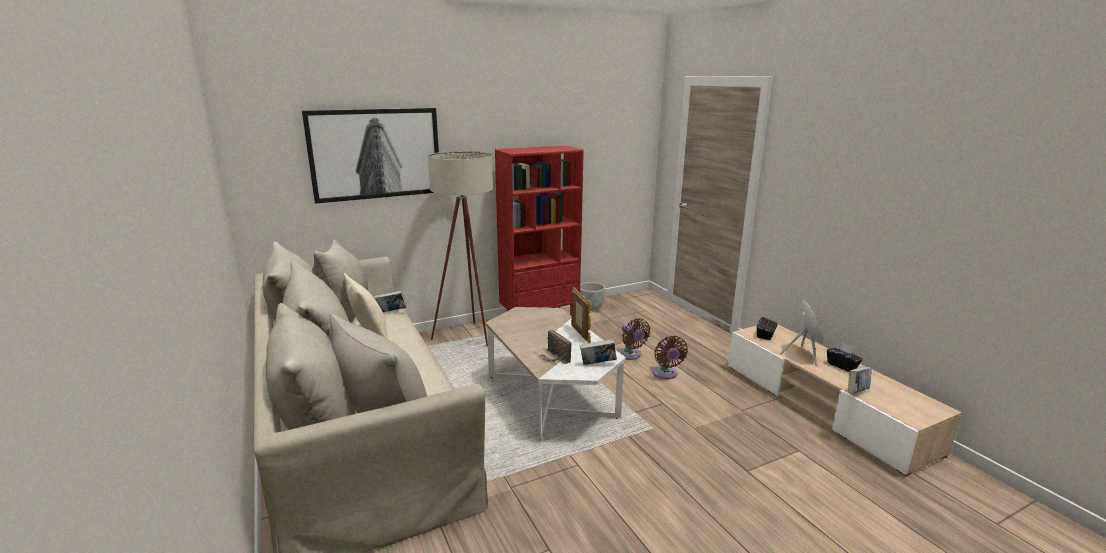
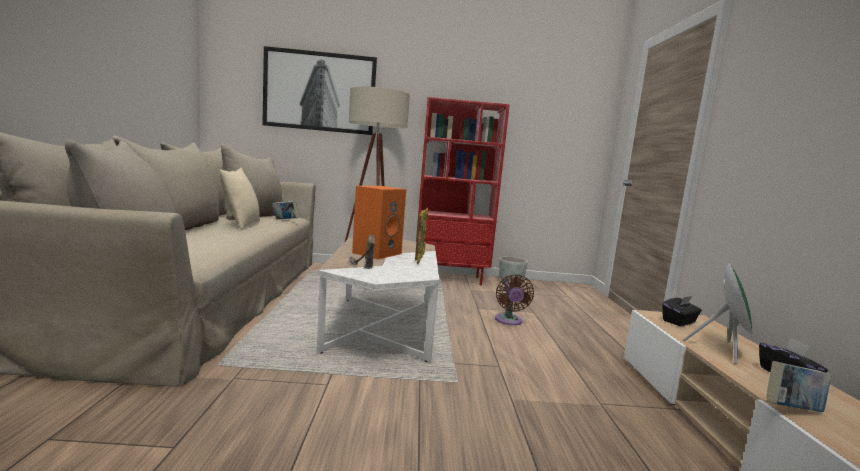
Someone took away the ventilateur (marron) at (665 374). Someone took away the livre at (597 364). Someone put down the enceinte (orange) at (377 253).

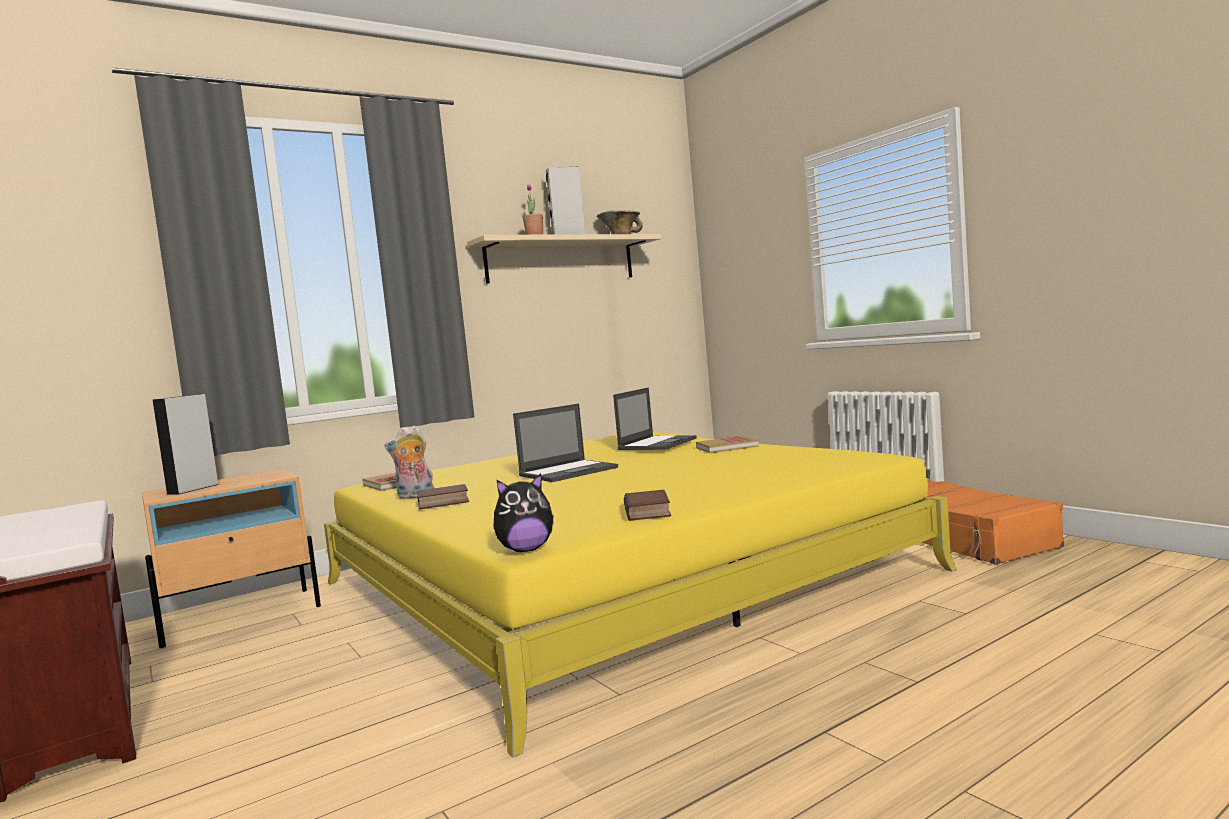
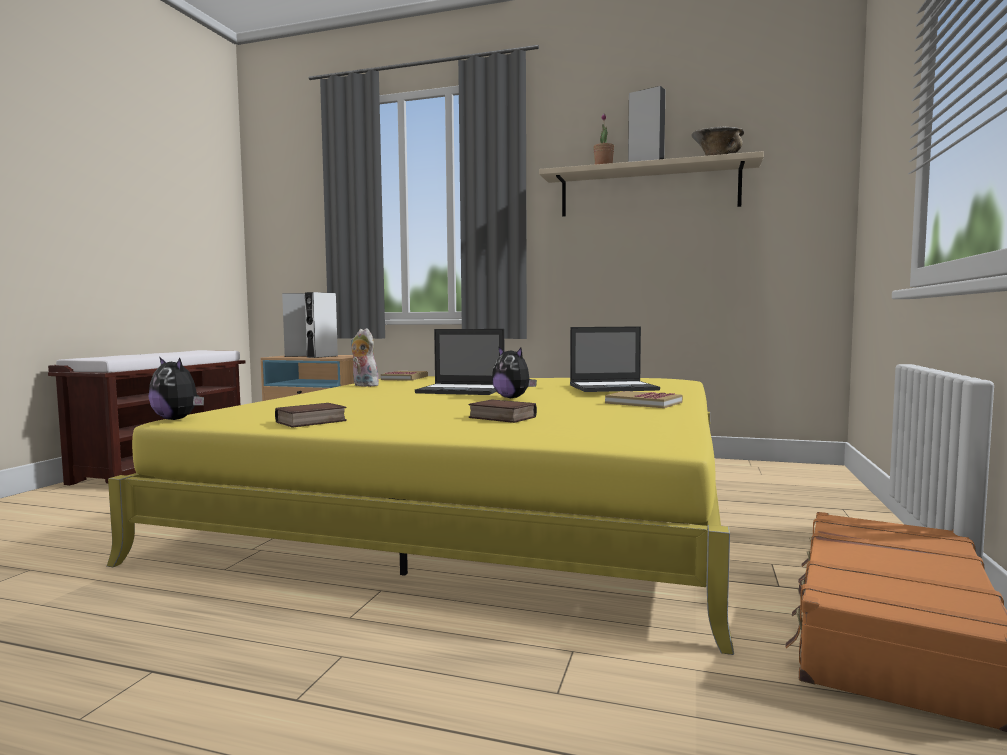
Someone carried the livre from (442 503) to (500 417). Someone put down the enceinte (blanc) at (322 356). Someone put down the peluche at (512 398).

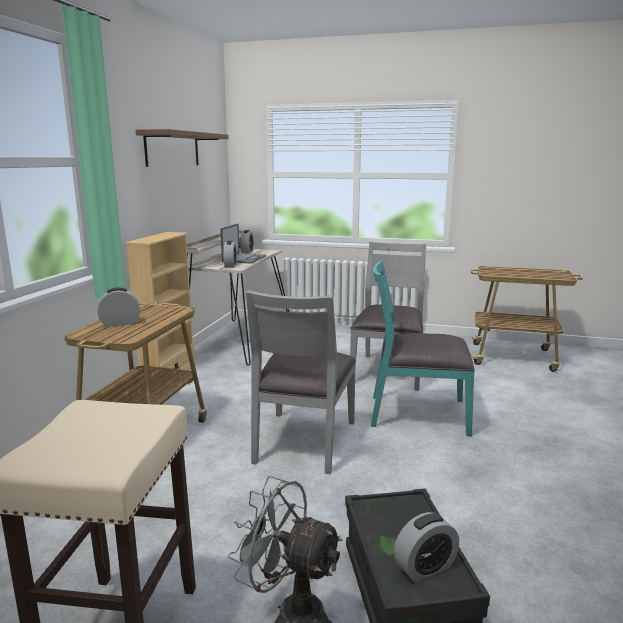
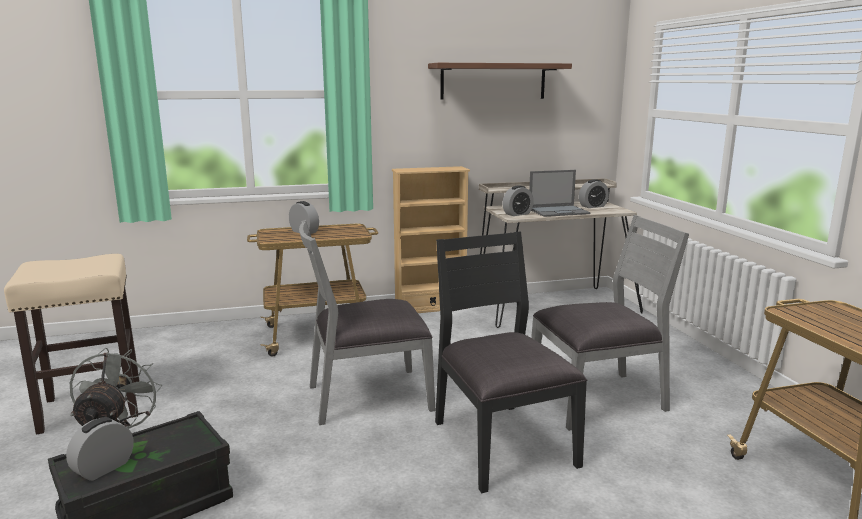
Someone repainted the chaise (turquoise) at (417 413), which became the chaise (noir) at (500 443). Someone rotated the réveil at (425 568) by 90 degrees clockwise.

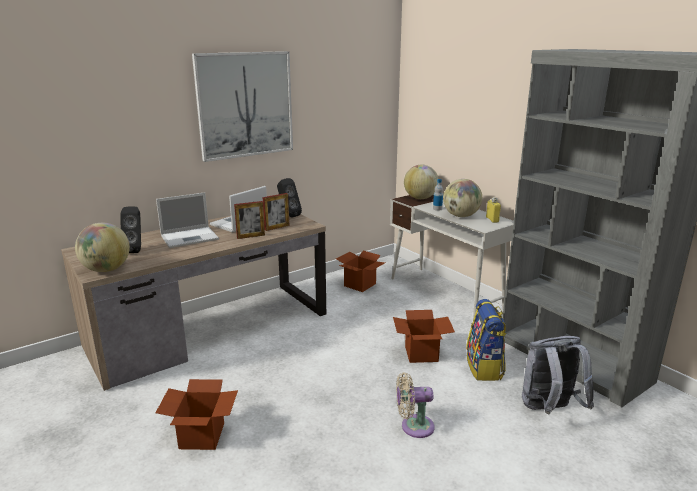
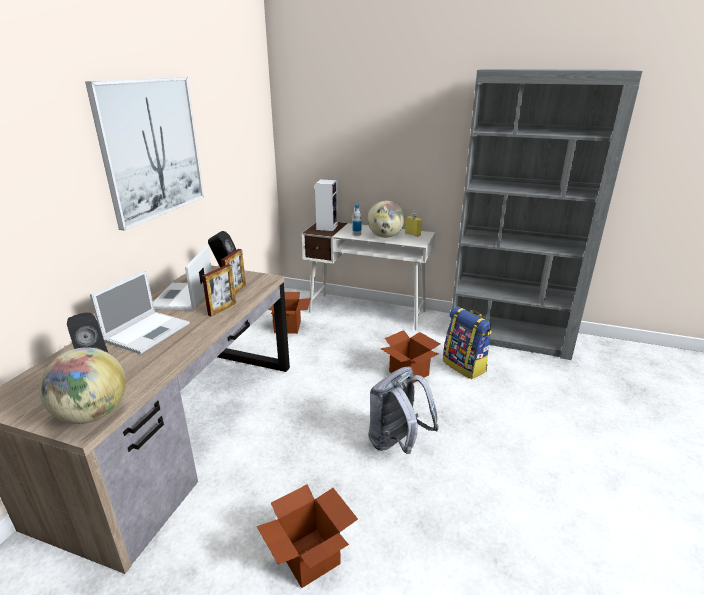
Someone swapped the globe at (420 198) for the enceinte at (327 227). Someone carried the sac à dos (gris) from (549 410) to (397 443). Someone took away the ventilateur (beige) at (413 426).

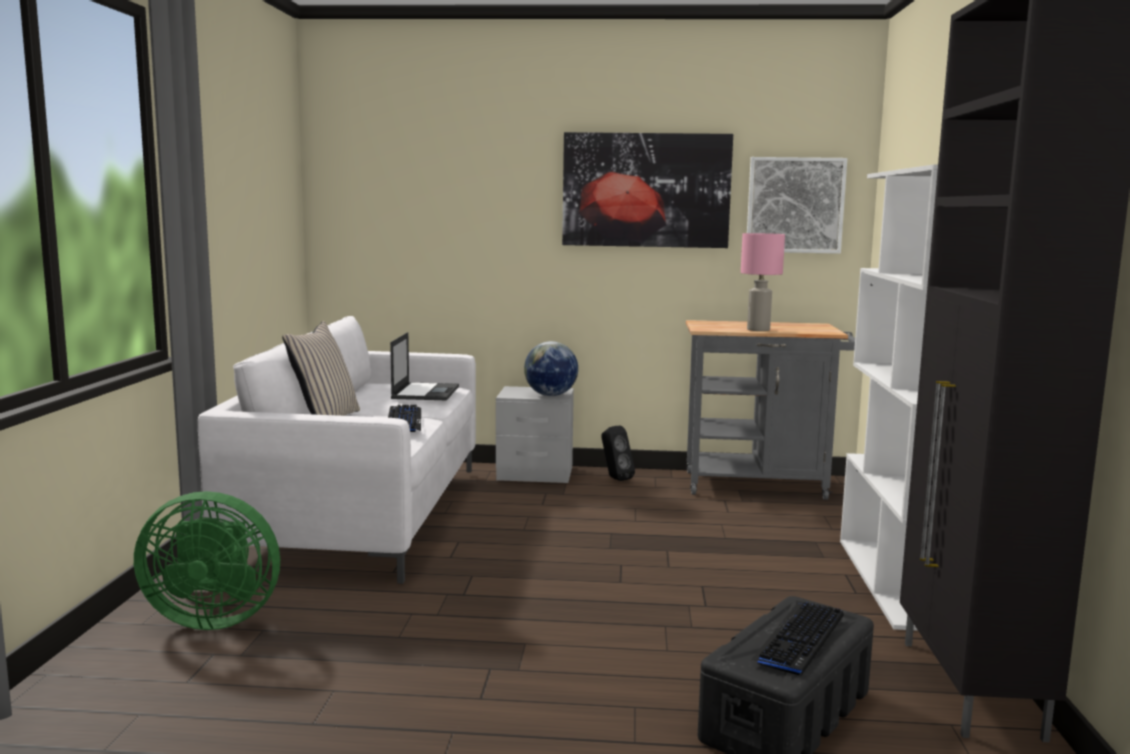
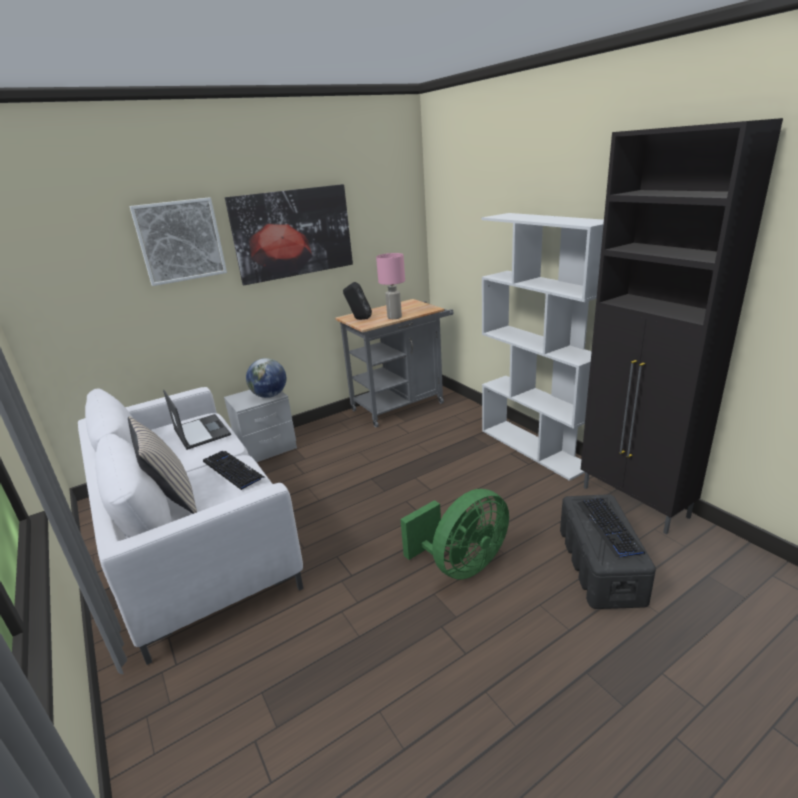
Someone carried the tableau from (795 205) to (180 241). Someone carried the enceinte (noir) from (615 478) to (358 319). Someone carried the ventilateur (vert) from (213 618) to (461 565).

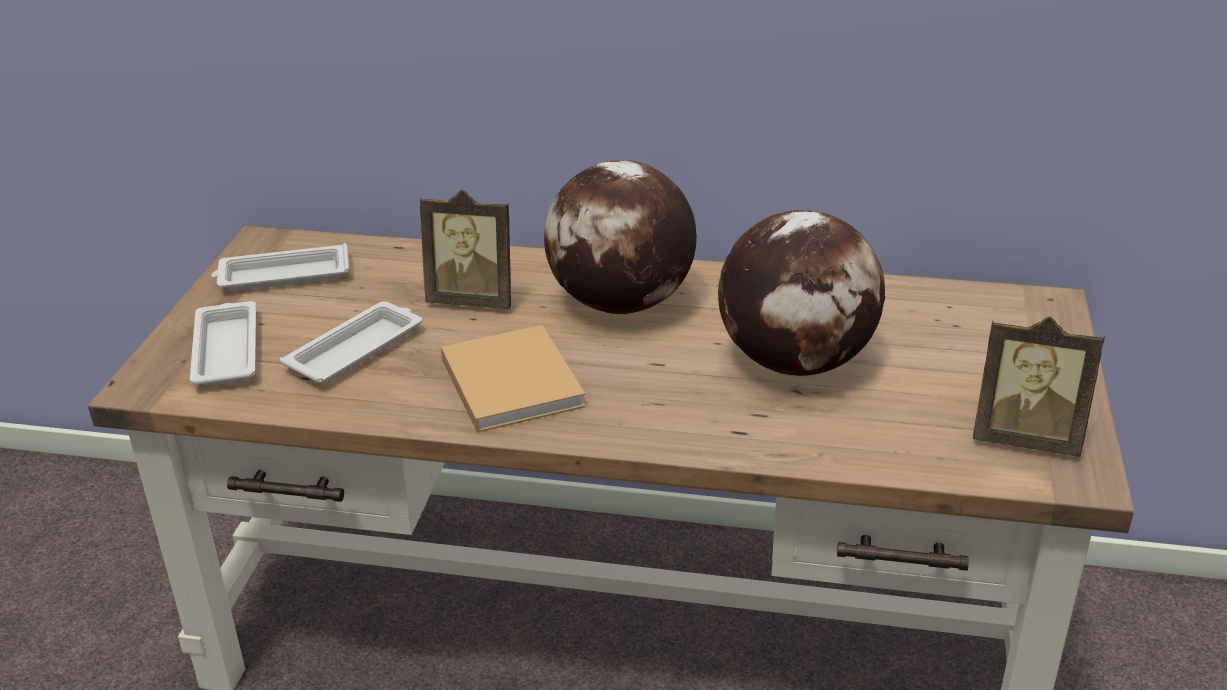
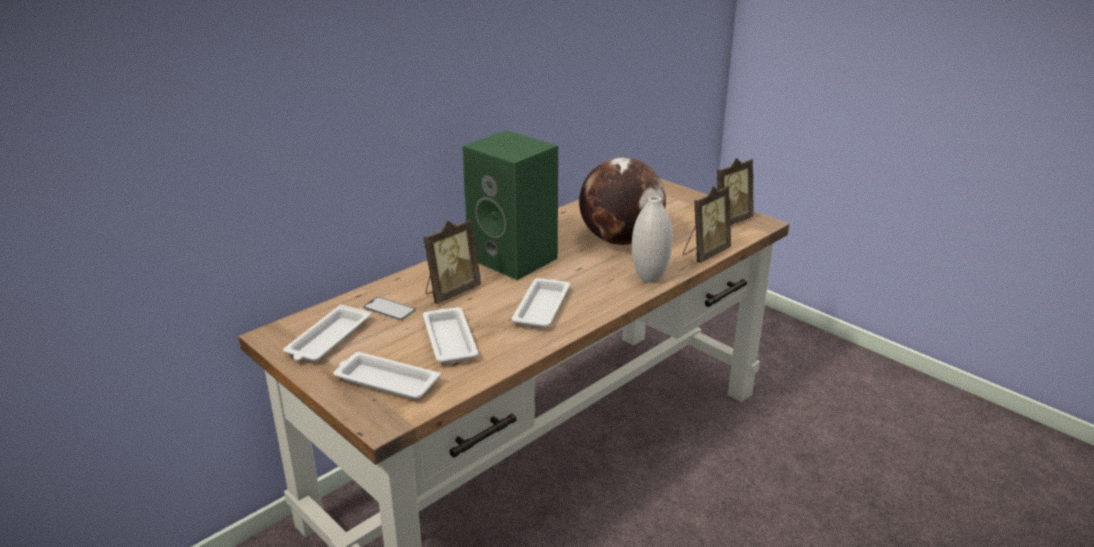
Someone swapped the globe at (621 303) for the enceinte (vert) at (515 258). Someone swapped the livre (beige) at (510 380) for the plateau (blanc) at (542 307). Someone put down the cadre photo at (704 253). Someone put down the vase (blanc) at (649 278). Someone put down the téléphone at (389 309).

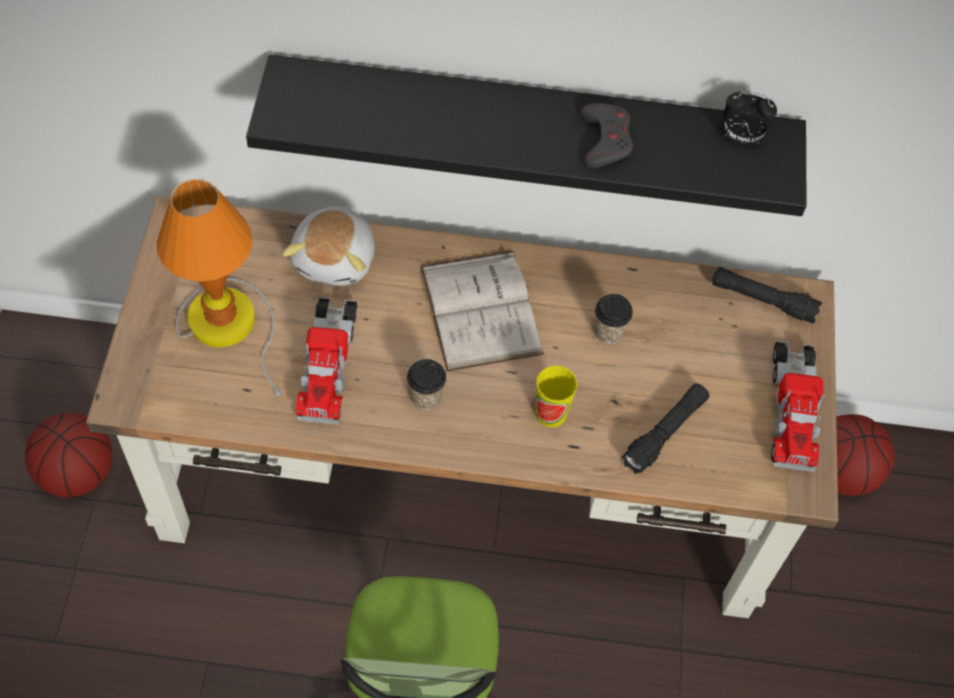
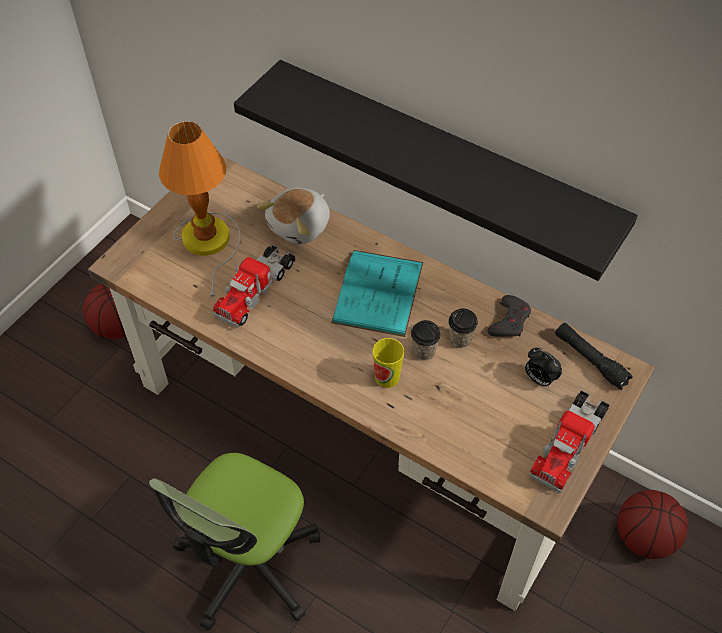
Someone carried the réveil from (741 137) to (539 379). Someone carried the manette (gris) from (605 140) to (509 321). Someone repainted the livre (blanc) at (481 310), which became the livre (turquoise) at (378 292). Someone carried the tasse from (426 397) to (424 351). Someone took away the lampe de poche (noir) at (665 433).

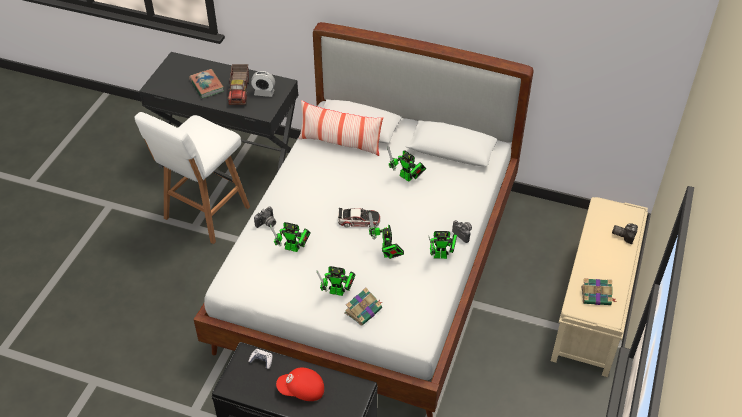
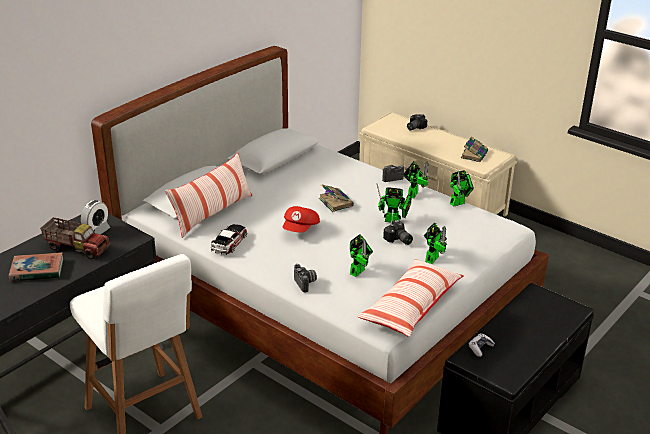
Someone carried the robot jouet from (407 178) to (459 203). Someone carried the petite voiture from (359 220) to (229 242). Someone carried the livre from (363 310) to (335 202). Someone carried the casquette (rouge) from (302 390) to (301 229). Someone put down the appareil photo at (398 240). Someone put down the coussin at (411 306).

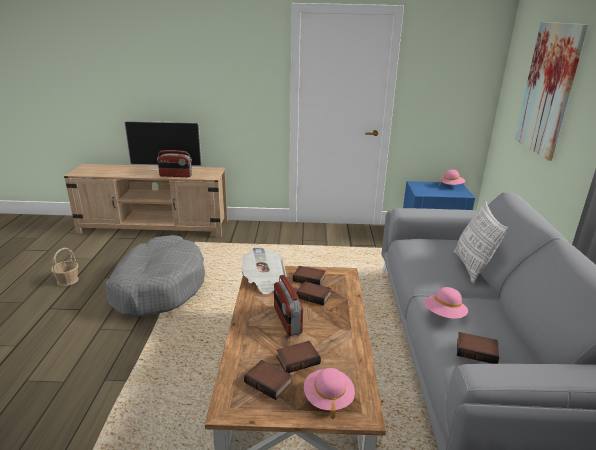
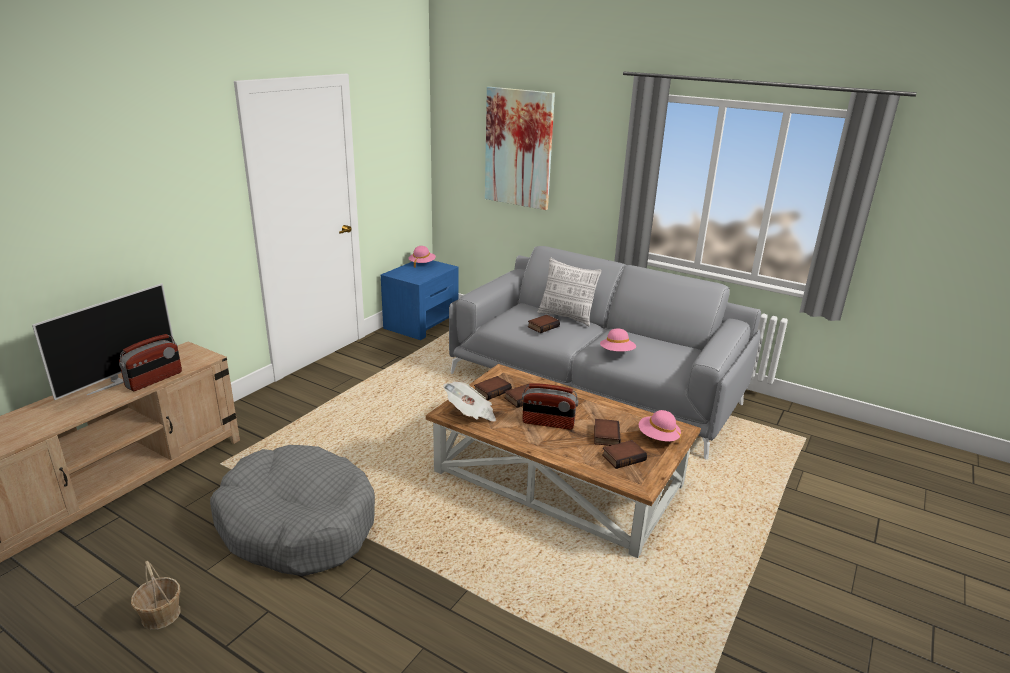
Someone carried the livre from (477 351) to (543 326).

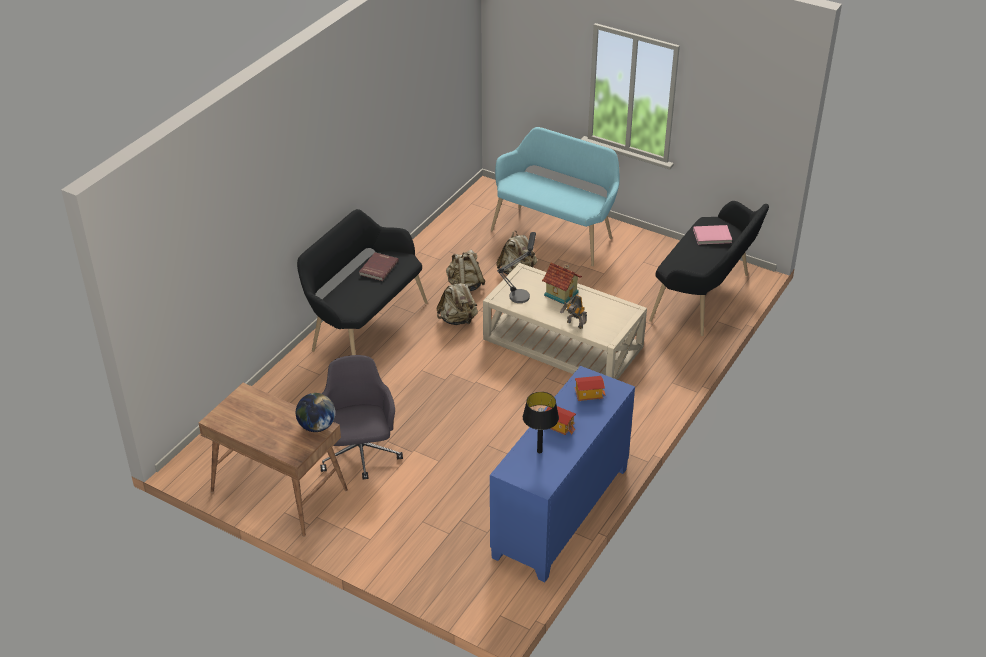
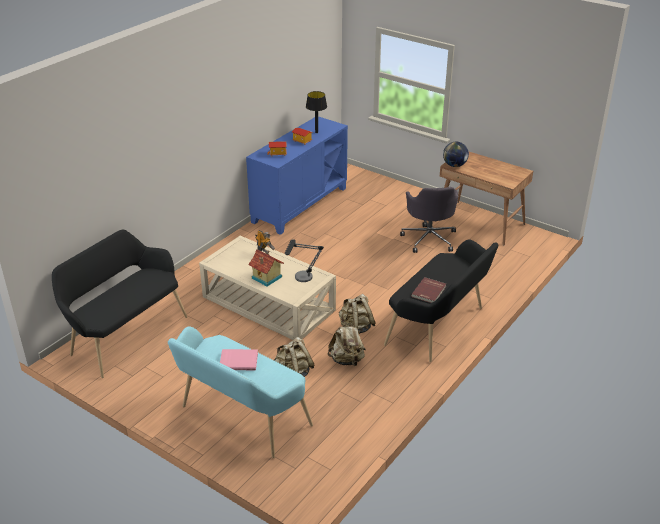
Someone carried the livre (rose) from (712 236) to (239 361).

